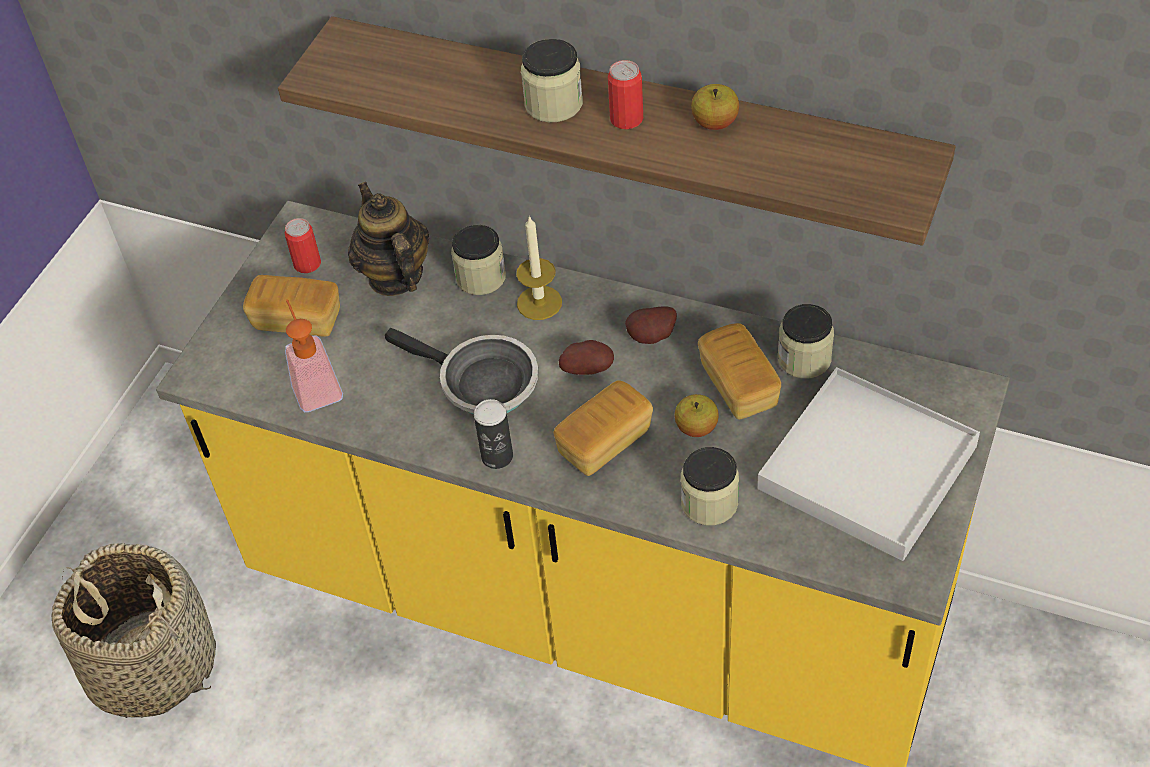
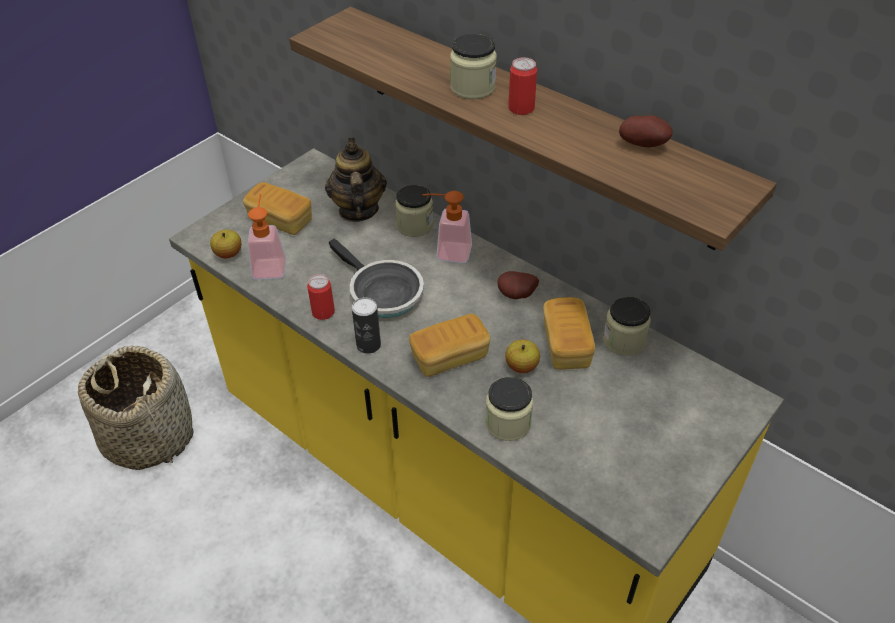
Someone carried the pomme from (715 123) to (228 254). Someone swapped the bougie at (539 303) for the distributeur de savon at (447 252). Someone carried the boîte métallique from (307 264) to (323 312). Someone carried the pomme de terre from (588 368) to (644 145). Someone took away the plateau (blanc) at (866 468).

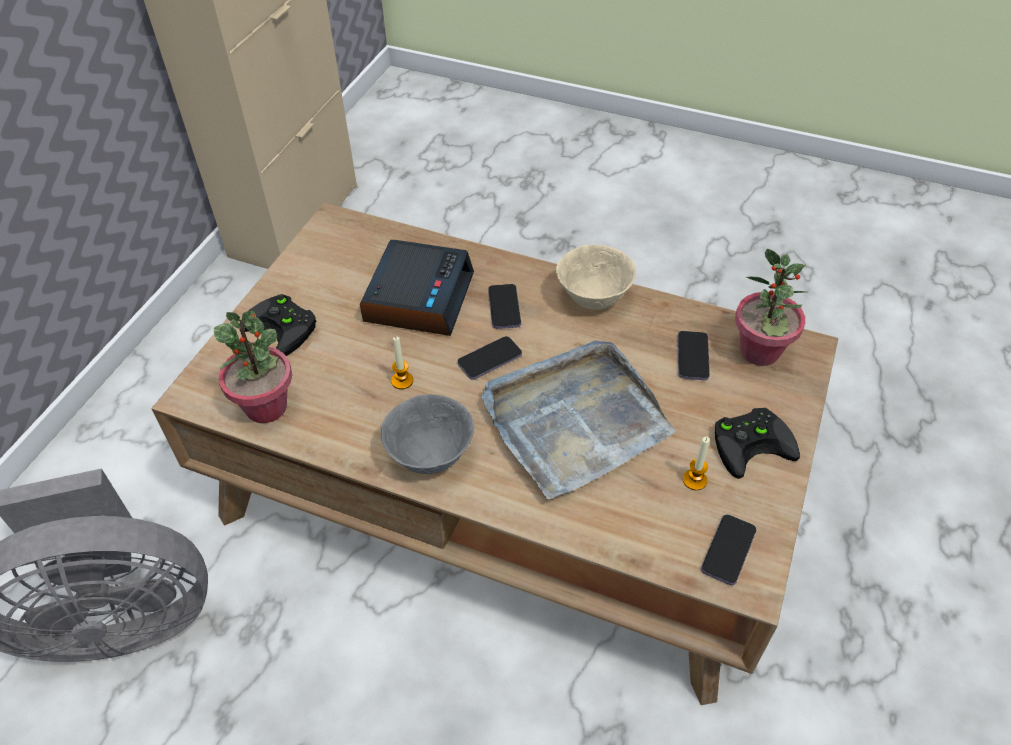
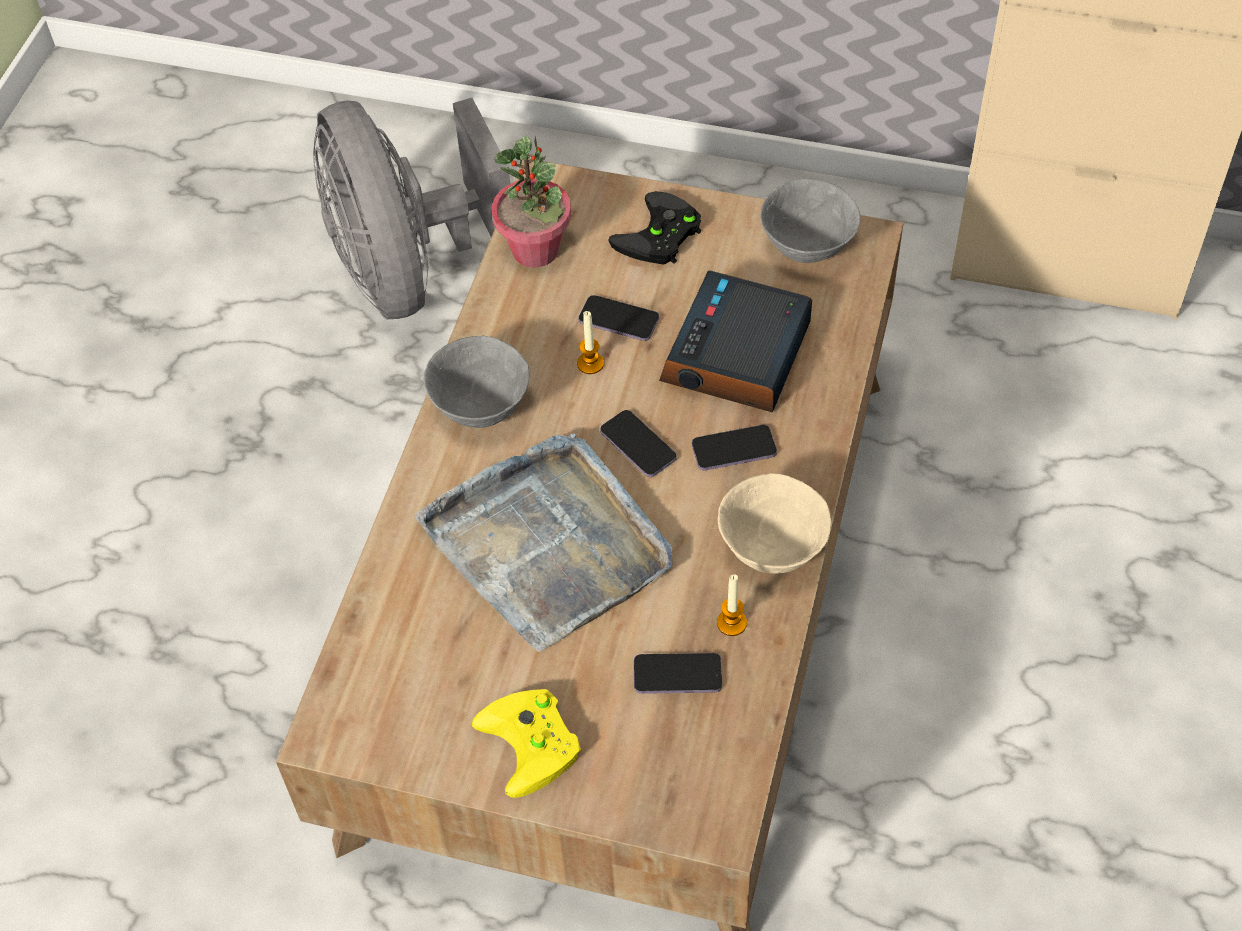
Someone rotated the réveil at (418 297) by 105 degrees clockwise. Someone took away the plante en pot at (759 351). Someone repainted the manette (noir) at (752 442), which became the manette (jaune) at (534 745). Someone carried the bougie from (694 480) to (731 623). Someone carried the téléphone from (728 550) to (618 320). Someone put down the bol (gris) at (807 249).

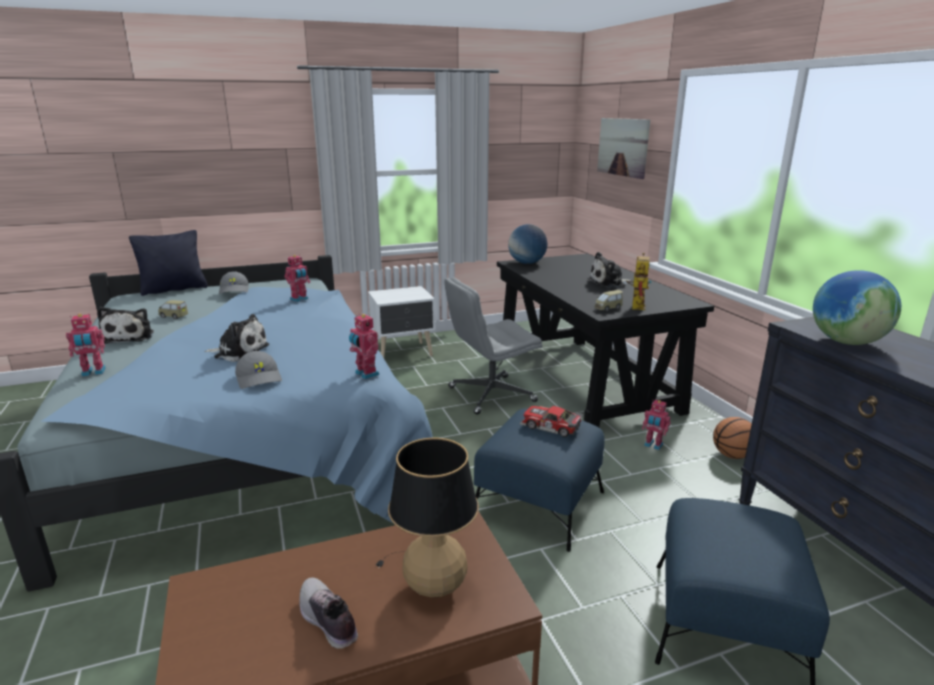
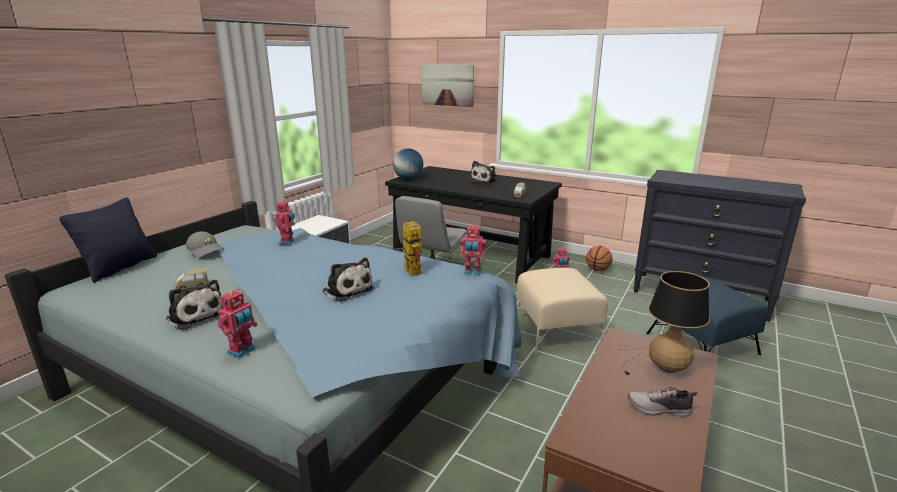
Someone carried the robot jouet from (636 305) to (409 270). Someone took away the globe at (846 342). Someone rotated the peluche at (239 352) by 75 degrees clockwise. Someone took away the casquette (gris) at (259 378). Someone took away the petite voiture at (550 427). Someone repainted the pouf (bleu) at (537 504), which became the pouf (beige) at (556 331).

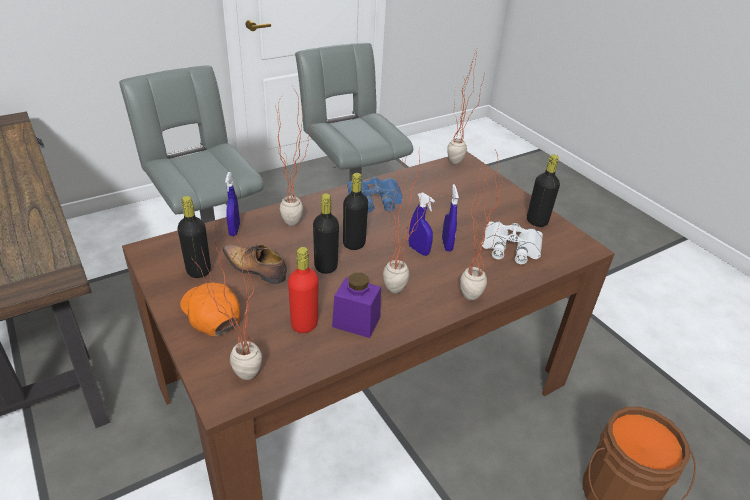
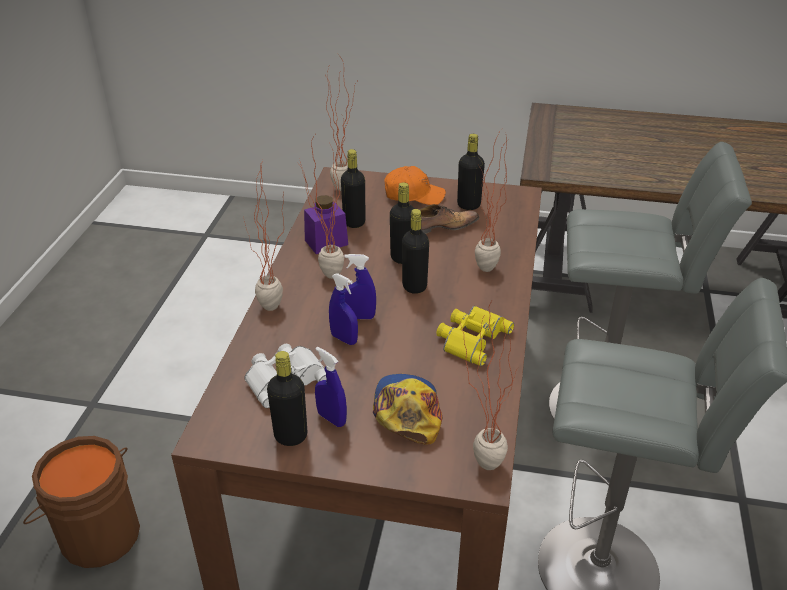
Someone carried the vaporisateur (bleu) from (234 230) to (331 418). Someone repainted the jumelles (bleu) at (375 200), which became the jumelles (jaune) at (471 338). Someone repainted the bouteille (rouge) at (304 324), which became the bouteille (noir) at (354 222). Someone put down the casquette at (407 411).

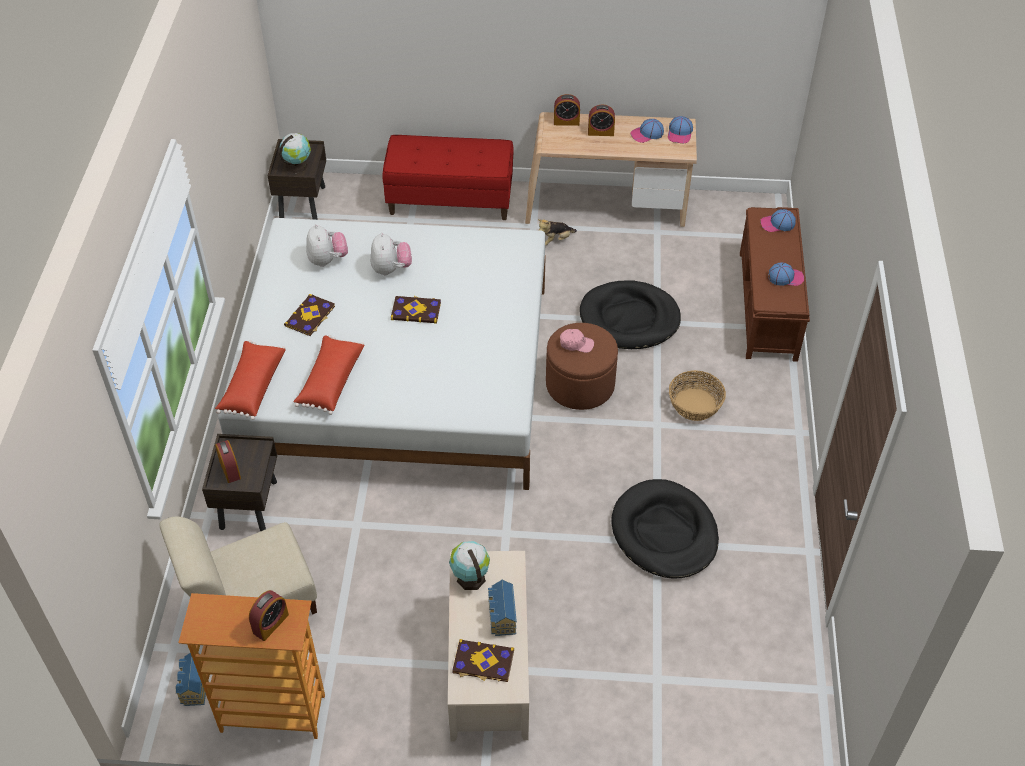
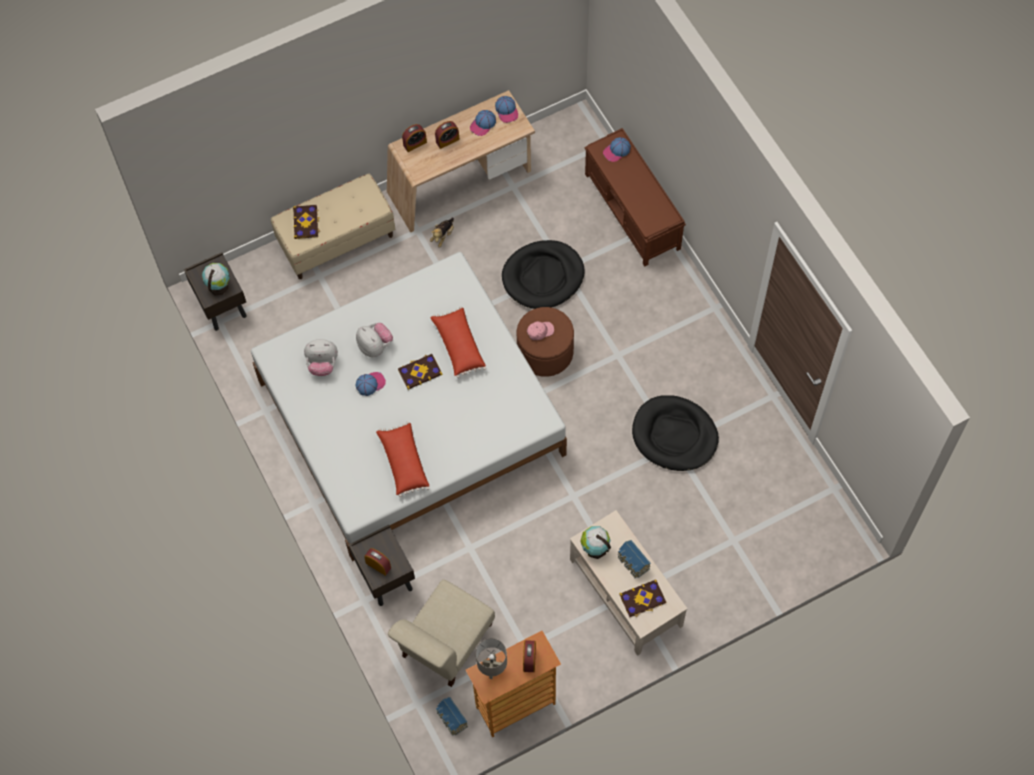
Someone repainted the banc (rouge) at (450 200), which became the banc (beige) at (336 240). Someone rotated the peluche at (327 260) by 135 degrees clockwise. Someone carried the casquette from (785 277) to (370 384). Someone carried the livre from (310 316) to (306 222). Someone carried the coussin (rouge) from (252 386) to (458 346). Someone took away the panier at (695 404). Someone put down the lampe de table (gris) at (492 669).

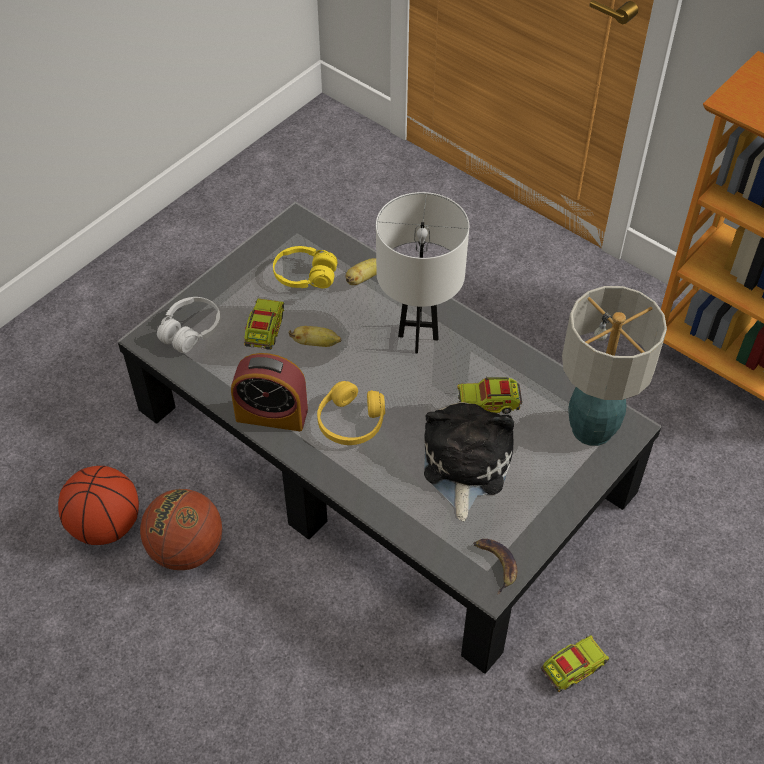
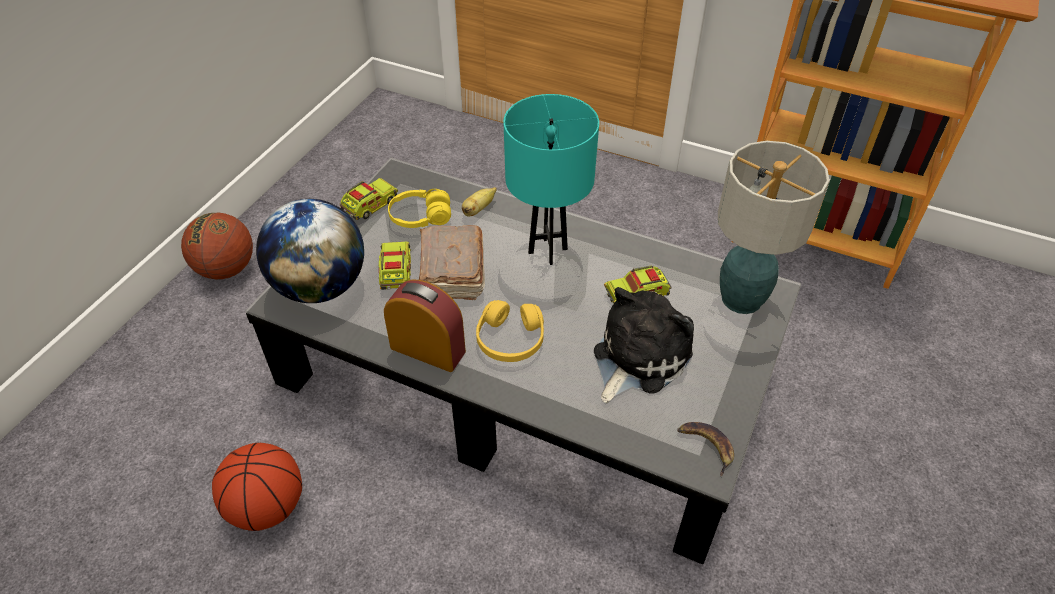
Someone repainted the lampe de table (blanc) at (417 338), which became the lampe de table (turquoise) at (547 251). Someone swapped the casque audio (blanc) at (191 331) for the globe at (321 287). Someone swapped the banane at (316 344) for the livre (marron) at (451 275). Someone rotated the réveil at (271 415) by 150 degrees counterclockwise. Someone rotated the peluche at (464 466) by 45 degrees clockwise. Someone carried the ballon de basket from (186 549) to (226 269). Someone carried the camion jouet from (572 668) to (370 206).

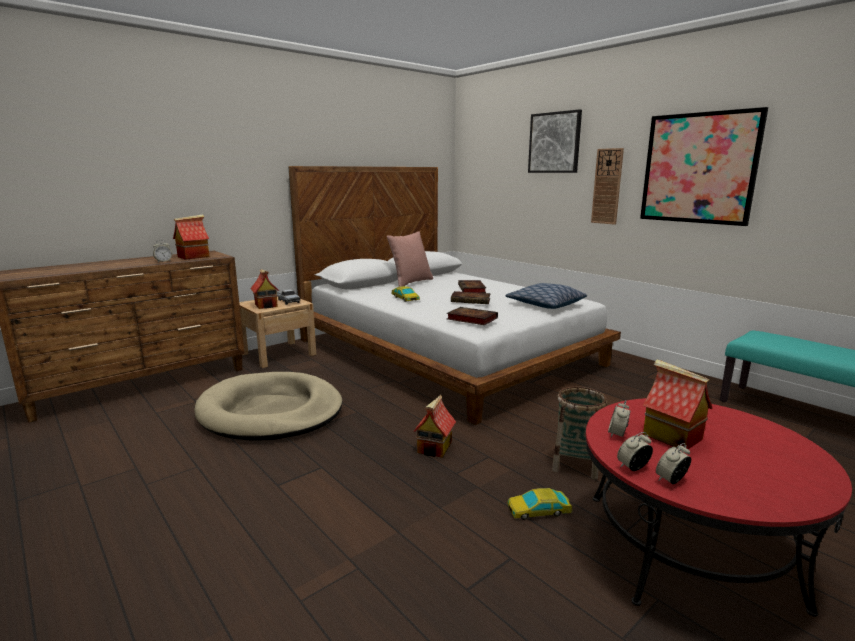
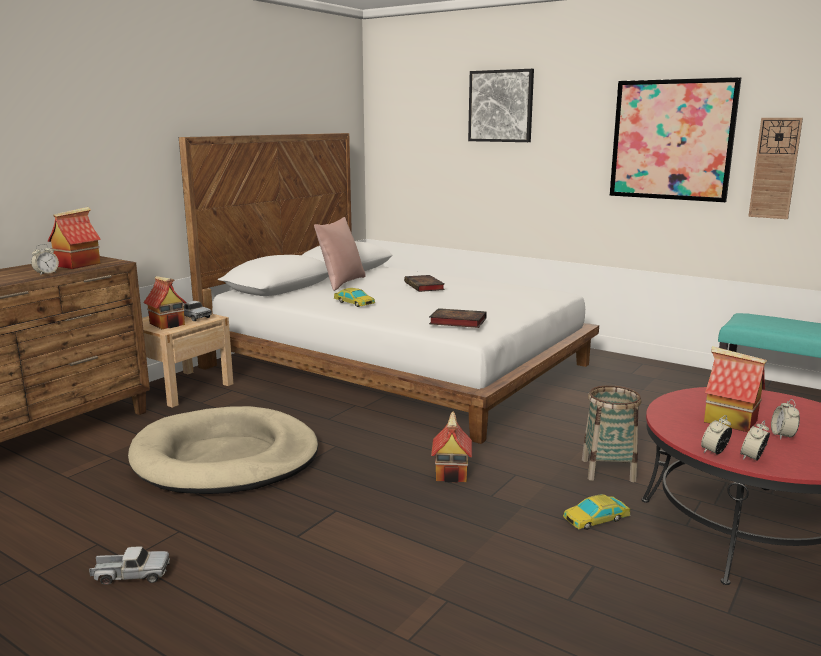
Someone carried the horloge murale from (607 186) to (775 168). Someone took away the coussin at (545 305). Someone took away the livre at (471 300). Someone carried the réveil from (617 434) to (782 435). Someone put down the camion jouet at (131 575).

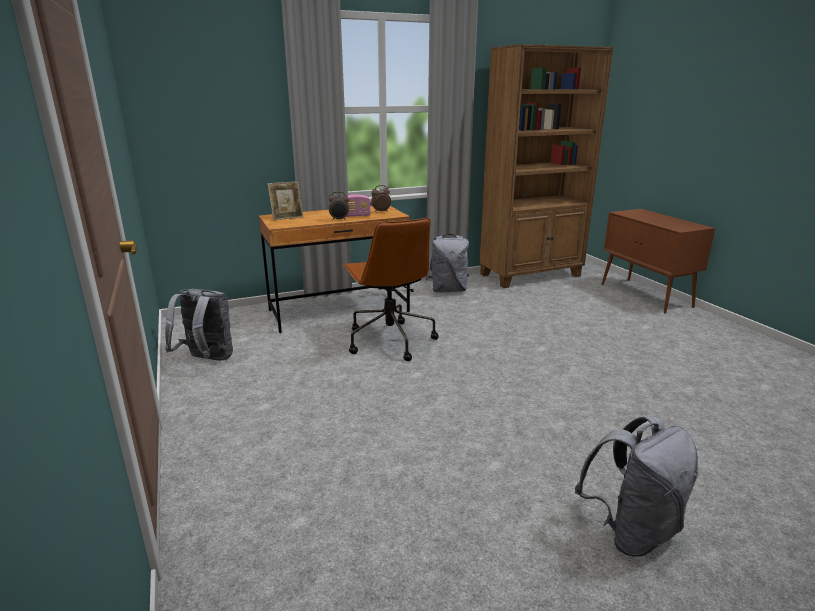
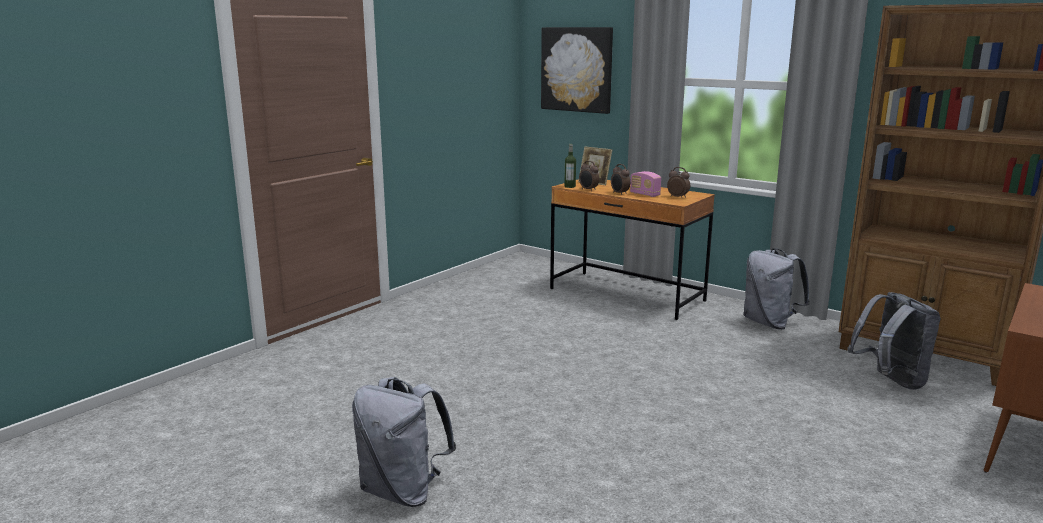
Someone took away the chaise de bureau (marron) at (389 340). Someone carried the sac à dos (gris) from (206 360) to (890 381). Someone put up the tableau at (577 69). Someone put down the bouteille at (570 186). Someone put down the réveil at (588 190).

